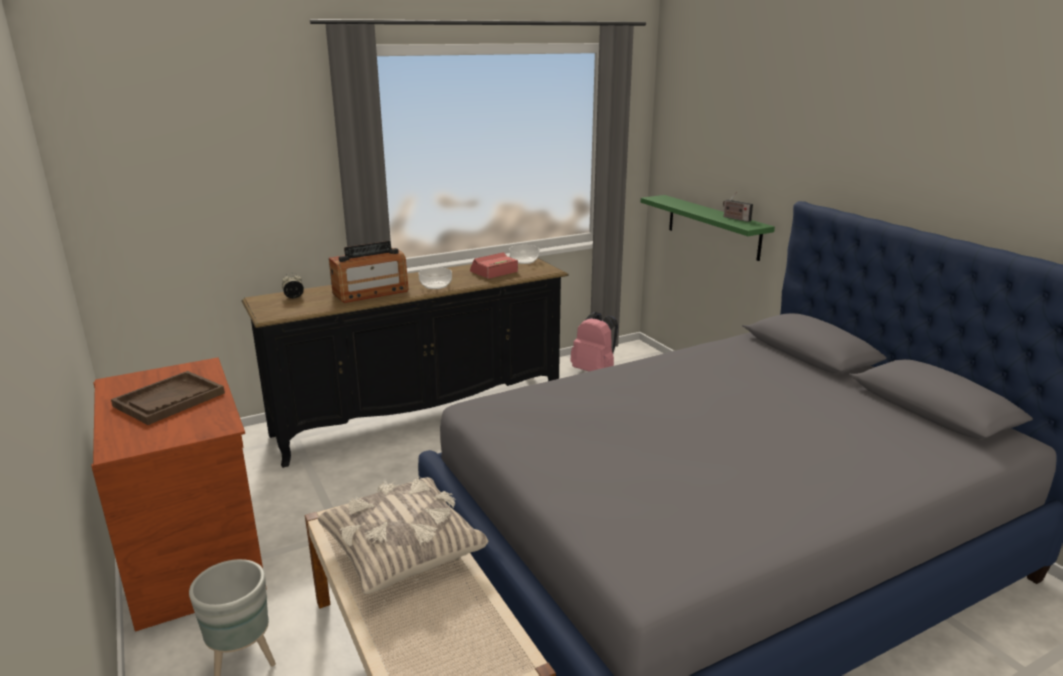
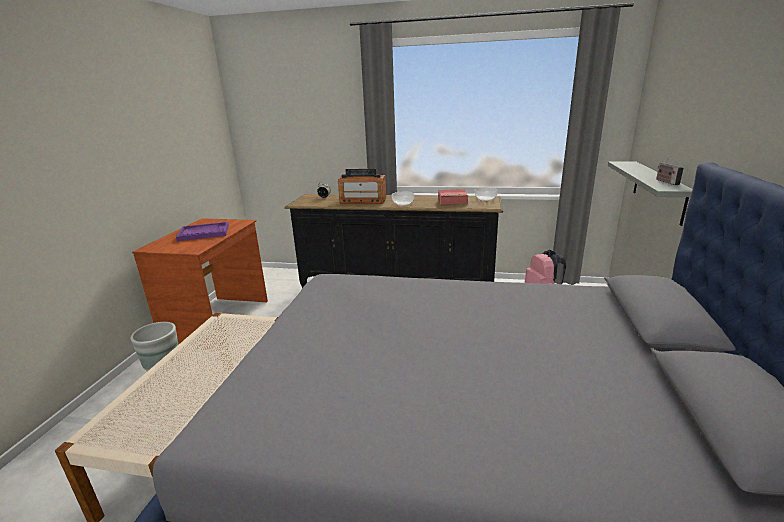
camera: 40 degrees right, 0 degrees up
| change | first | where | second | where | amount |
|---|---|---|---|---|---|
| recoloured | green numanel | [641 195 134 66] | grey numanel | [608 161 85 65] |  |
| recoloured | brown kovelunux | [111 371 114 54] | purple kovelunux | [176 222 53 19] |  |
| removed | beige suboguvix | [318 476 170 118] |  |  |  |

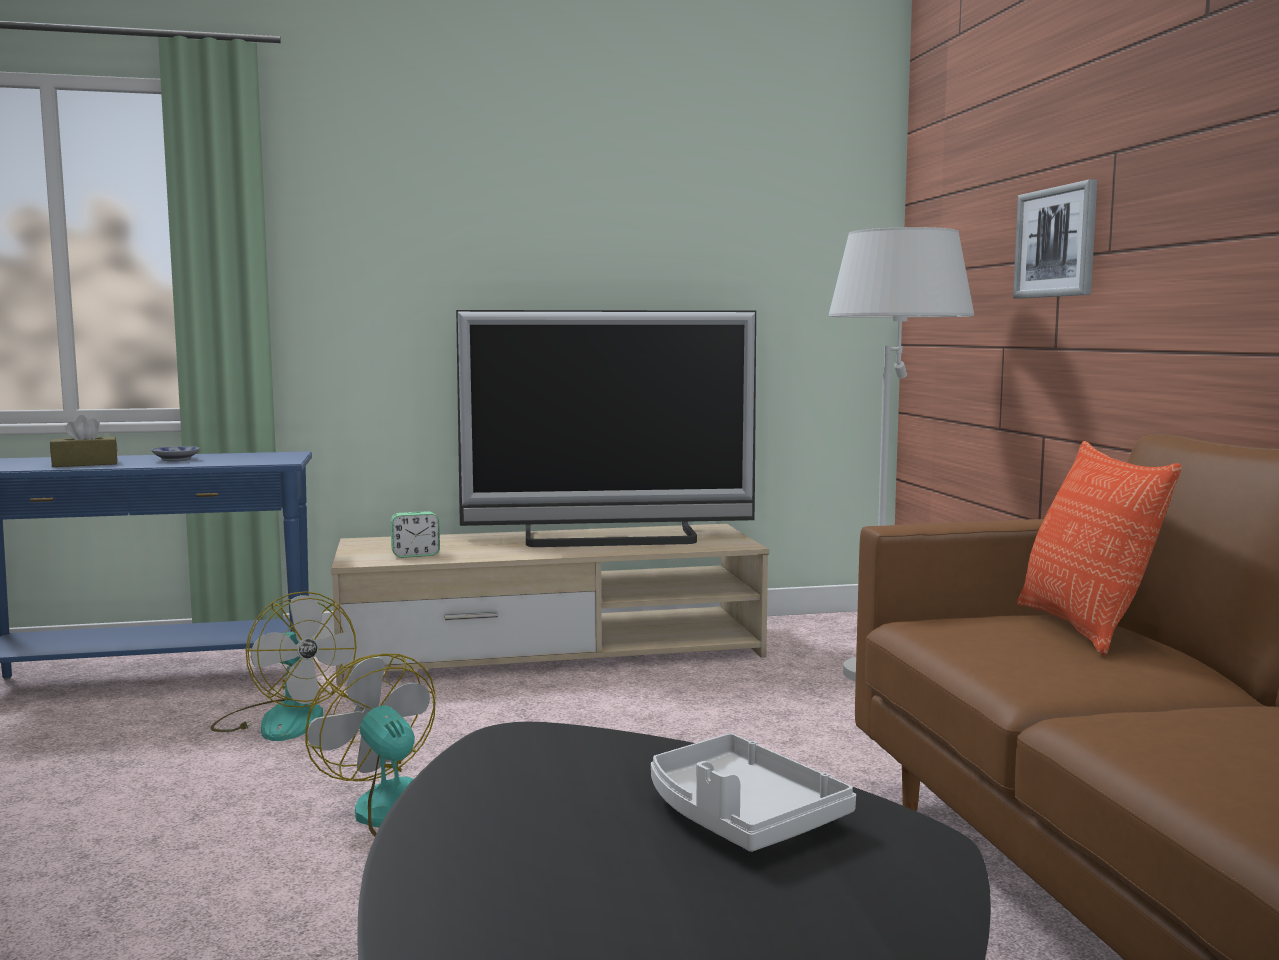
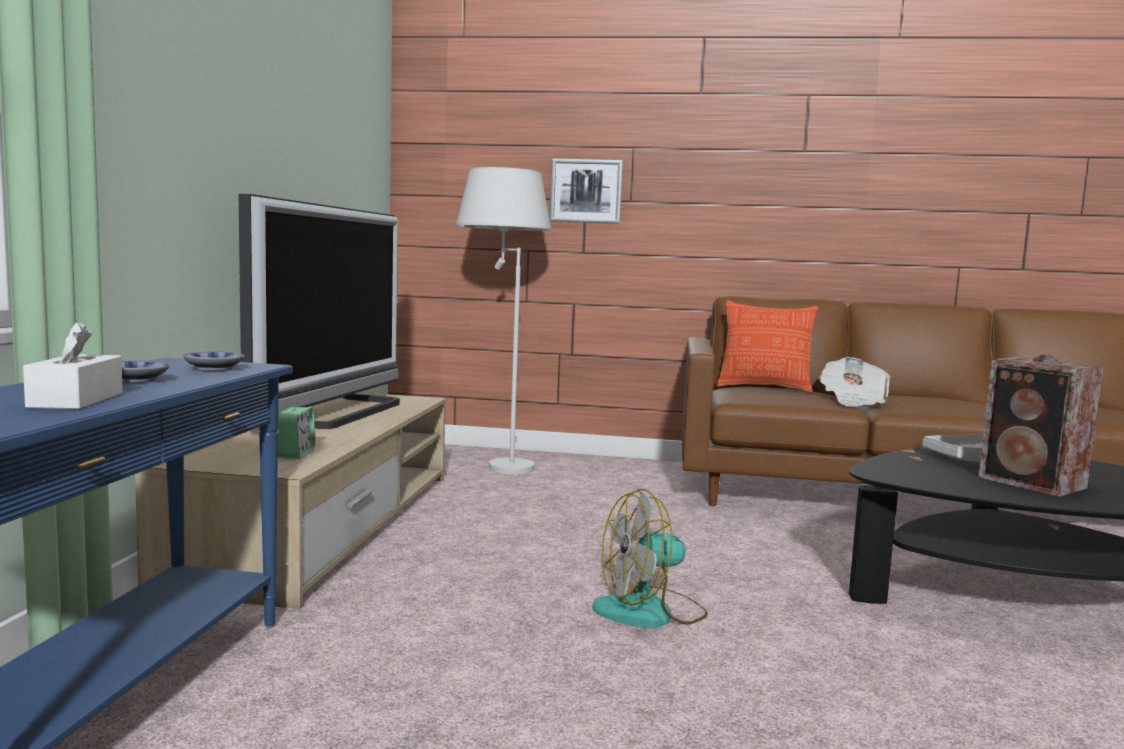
camera: 70 degrees left, 0 degrees up
| change | first | where | second | where | amount |
|---|---|---|---|---|---|
| recoloured | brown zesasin | [50 415 67 52] | white zesasin | [23 321 100 88] |  |
| removed | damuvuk | [210 591 147 150] |  |  |  |
| added |  |  | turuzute | [183 351 62 20] |  |
| added |  |  | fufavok | [978 355 125 142] |  |
| added |  |  | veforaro | [819 357 71 50] |  |

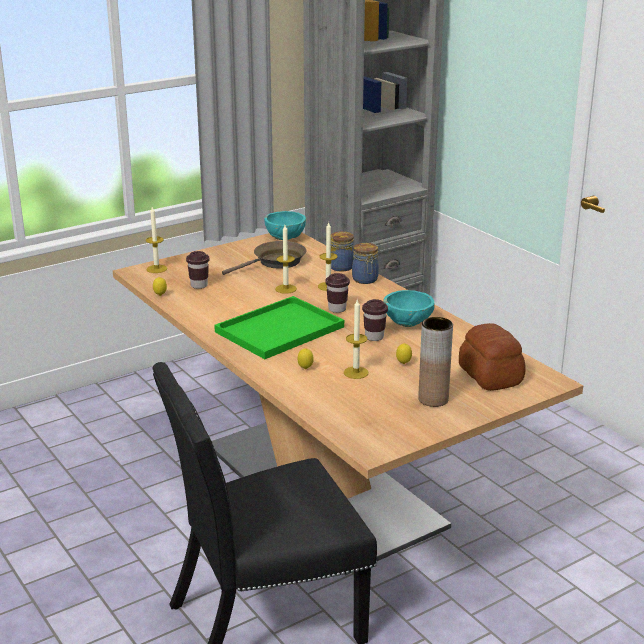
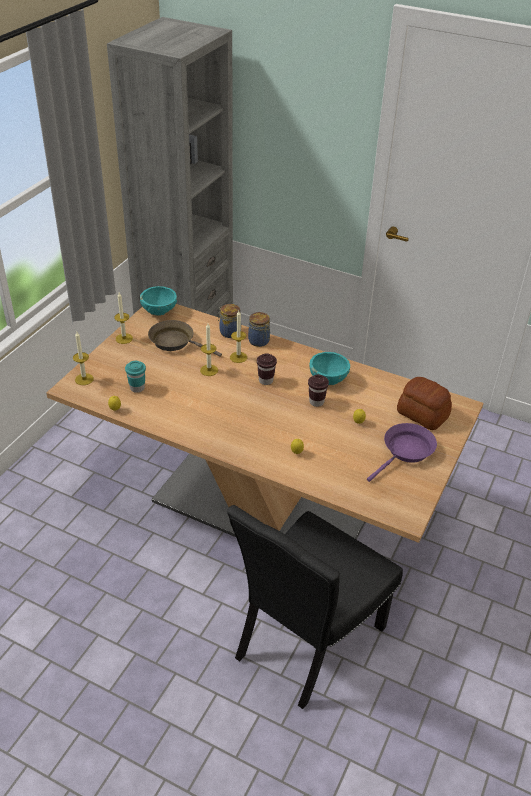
camera: 30 degrees left, 15 degrees up
| change | first | where | second | where | amount |
|---|---|---|---|---|---|
| turned | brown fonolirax | [222 241 85 34] |  | [148 320 74 37] | 90 degrees counterclockwise |
| recoloured | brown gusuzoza | [186 251 23 38] | turquoise gusuzoza | [125 361 21 32] |  |
| removed | green kovelunux | [214 296 130 63] |  |  |  |
| moved | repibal | [344 300 25 79] |  | [114 292 19 52] |  |
| replaced | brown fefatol | [418 317 35 90] | purple fonolirax | [367 423 70 59] |  |

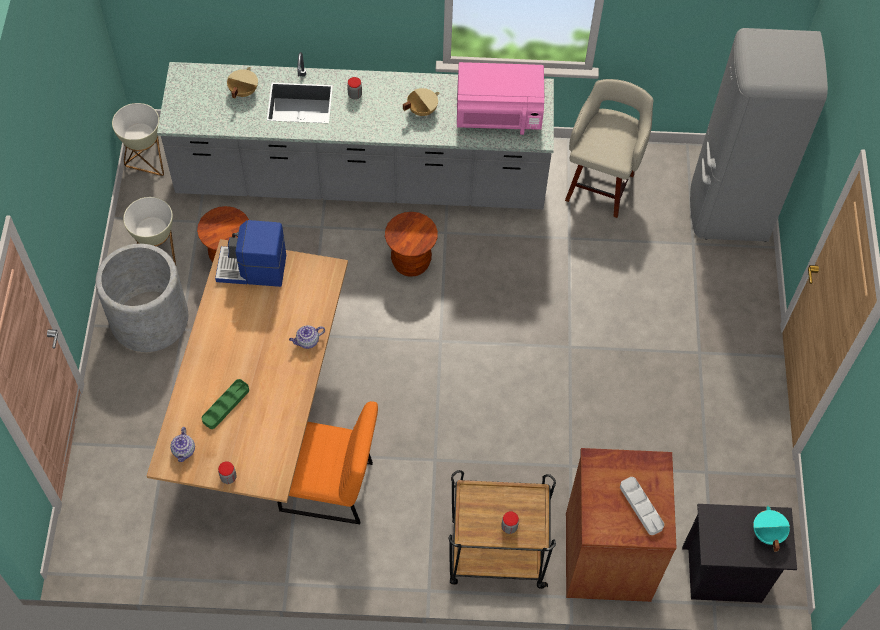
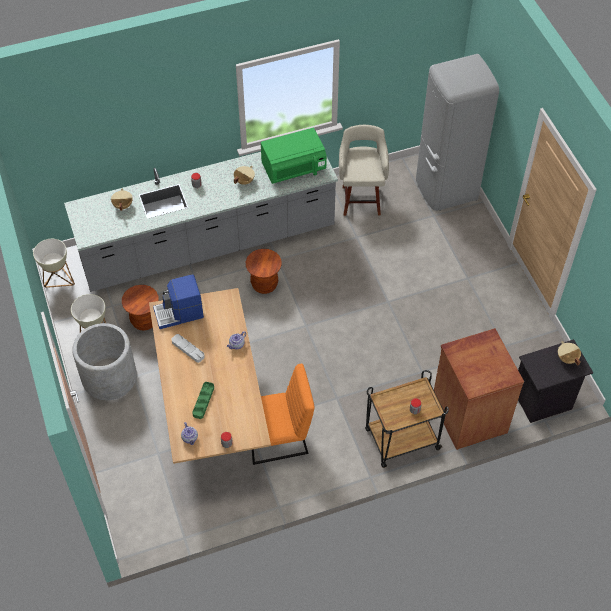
camera: 20 degrees left, 5 degrees down
| change | first | where | second | where | amount |
|---|---|---|---|---|---|
| recoloured | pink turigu | [457 62 87 73] | green turigu | [261 128 66 56] |  |
| moved | grey kovelunux | [620 477 44 58] |  | [171 334 34 29] |  |
| recoloured | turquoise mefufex | [753 506 37 46] | beige mefufex | [558 341 23 25] |  |

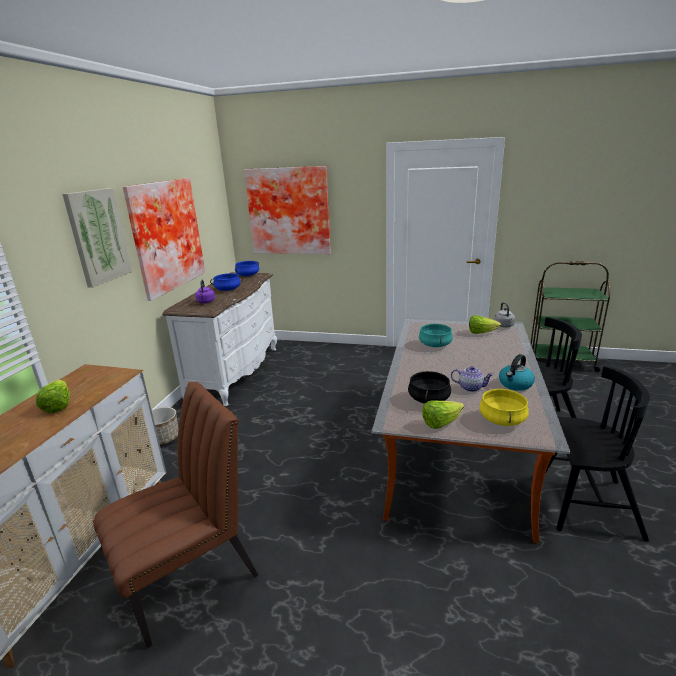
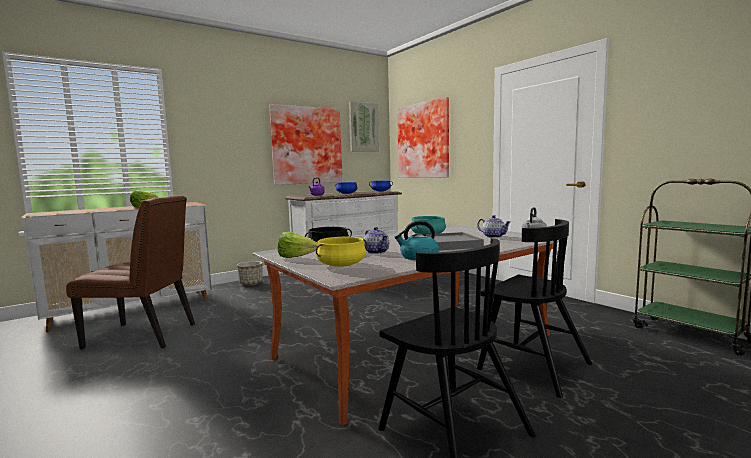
camera: 40 degrees right, 15 degrees down
| change | first | where | second | where | amount |
|---|---|---|---|---|---|
| moved | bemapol | [62 188 70 100] |  | [349 101 30 51] |  |
| replaced | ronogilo | [469 315 32 19] | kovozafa | [477 215 34 23] |  |
| added |  |  | grey kovelunux | [421 232 63 18] |  |

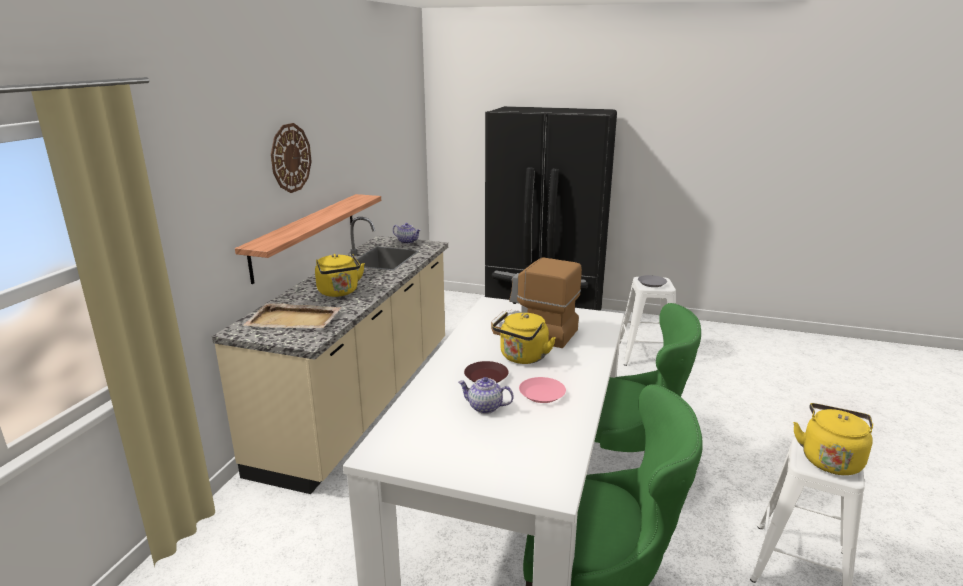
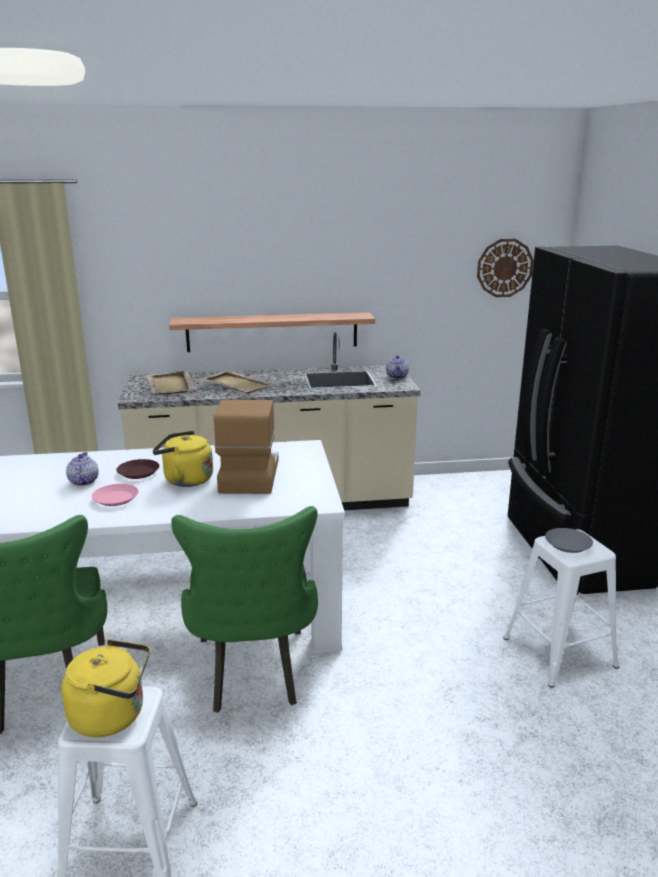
camera: 65 degrees right, 0 degrees up
| change | first | where | second | where | amount |
|---|---|---|---|---|---|
| moved | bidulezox | [271 123 41 70] |  | [477 239 57 58] |  |
| replaced | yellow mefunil | [315 254 50 43] | beige kovelunux | [199 370 76 24] |  |

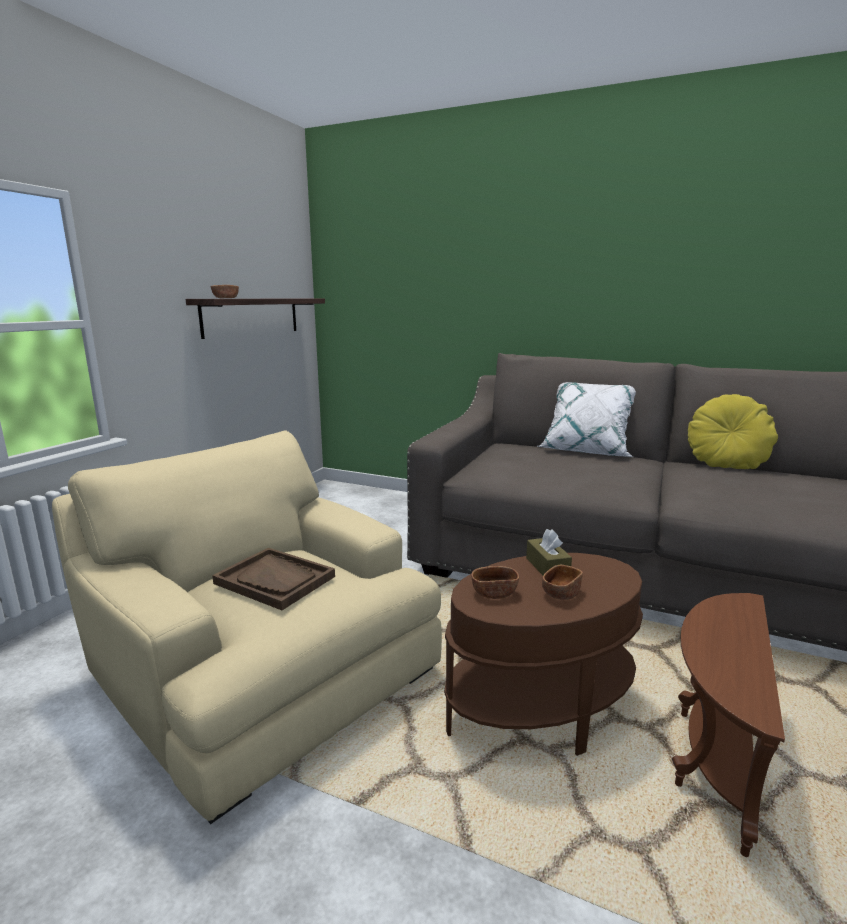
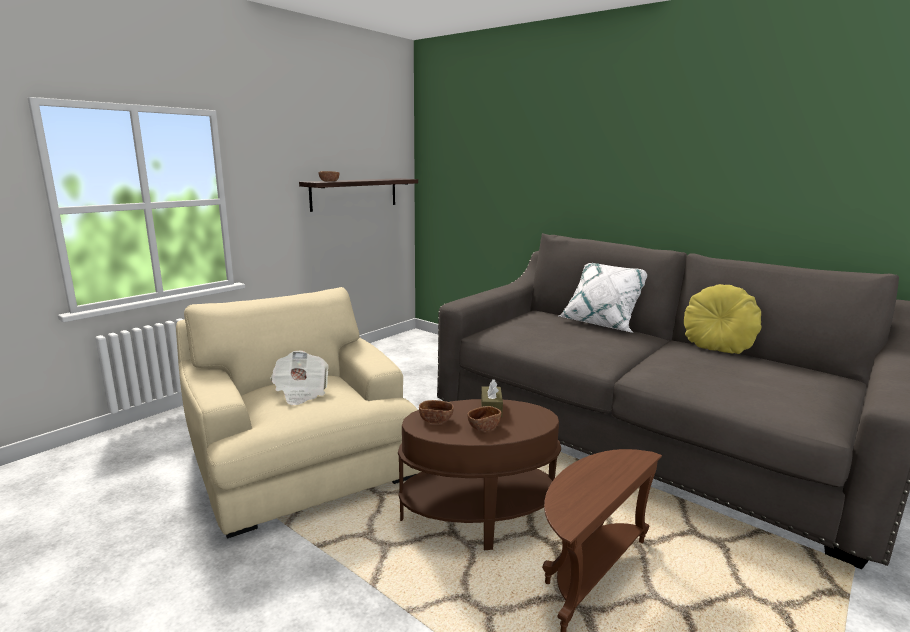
camera: 15 degrees right, 0 degrees up
| change | first | where | second | where | amount |
|---|---|---|---|---|---|
| replaced | brown kovelunux | [212 548 123 62] | veforaro | [271 351 58 54] |  |

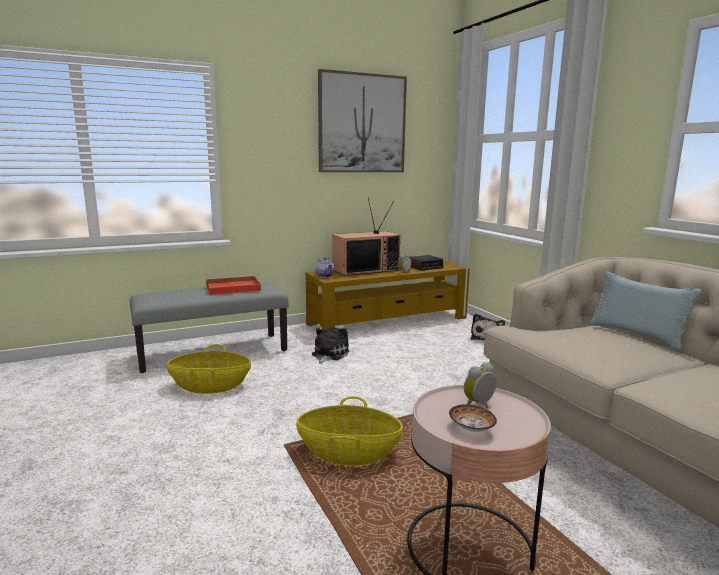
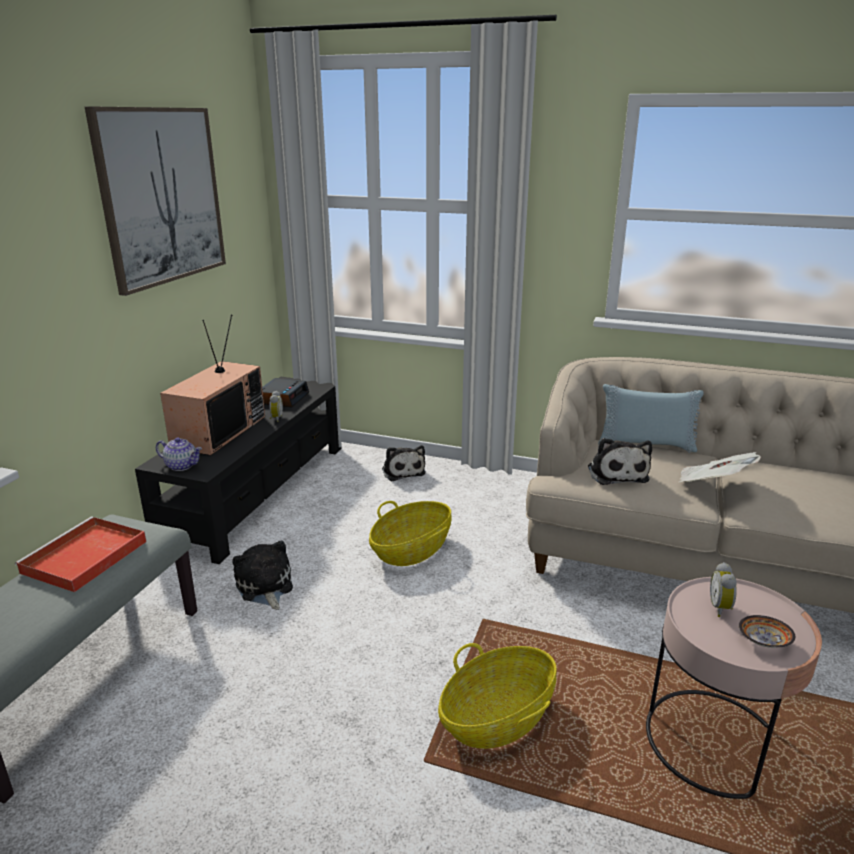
camera: 45 degrees left, 10 degrees up
| change | first | where | second | where | amount |
|---|---|---|---|---|---|
| recoloured | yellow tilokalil | [306 260 164 70] | black tilokalil | [135 377 207 187] |  |
| moved | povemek | [167 344 84 50] |  | [369 501 83 65] |  |
| added |  |  | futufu | [588 438 64 47] |  |
| added |  |  | veforaro | [679 452 82 30] |  |

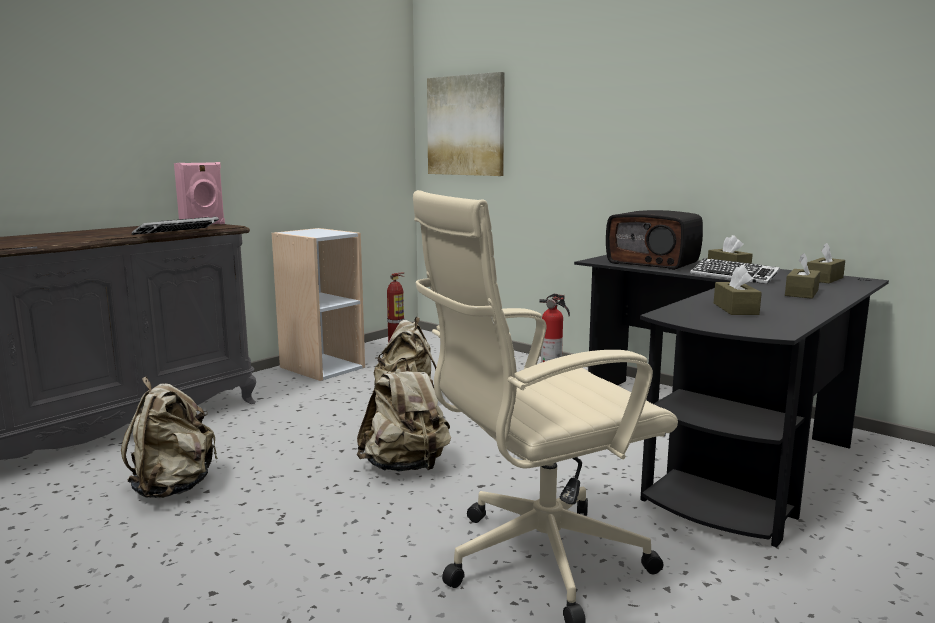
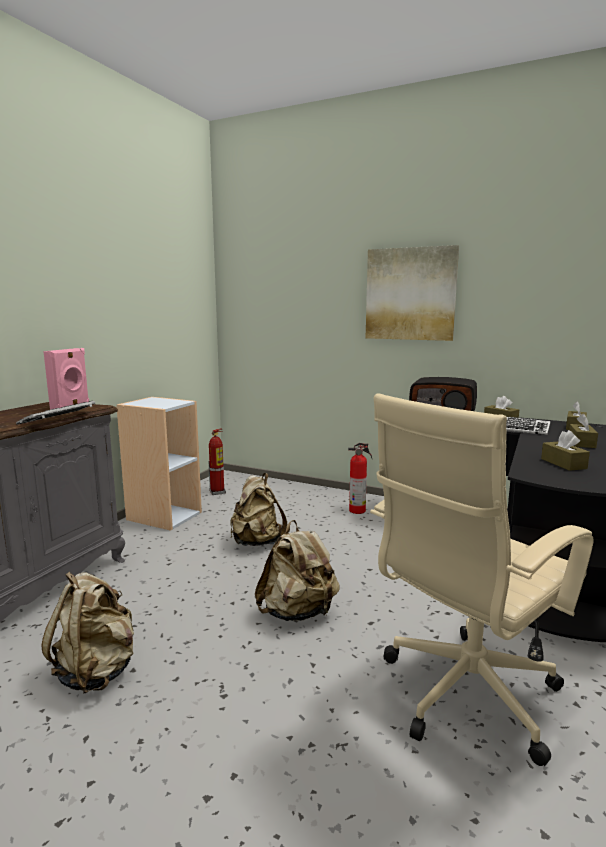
camera: 15 degrees left, 0 degrees up
| change | first | where | second | where | amount |
|---|---|---|---|---|---|
| moved | bemapol | [427 72 78 104] |  | [366 245 93 96] |  |

